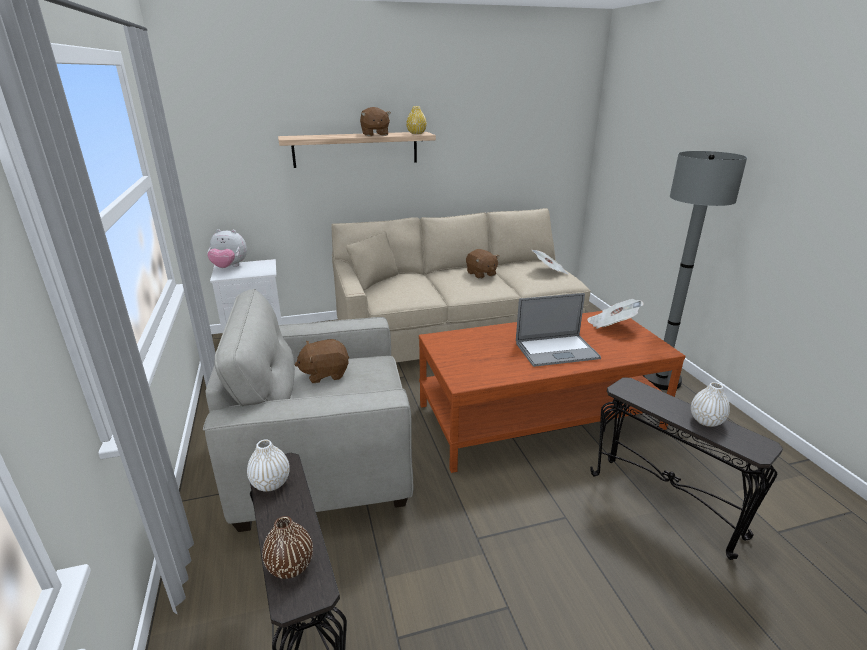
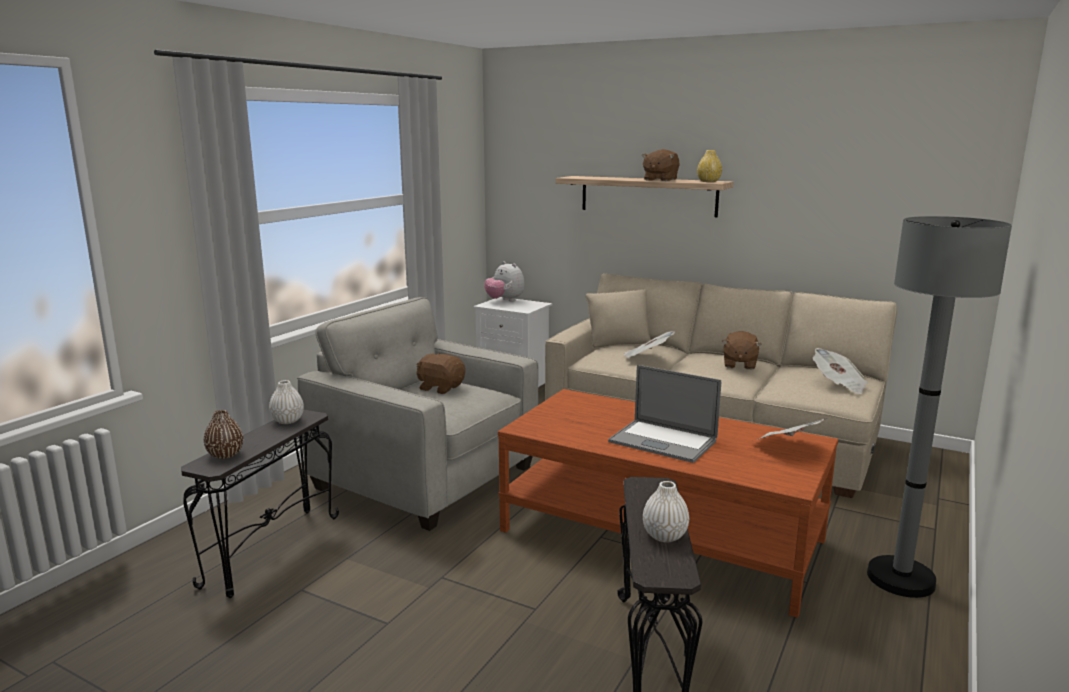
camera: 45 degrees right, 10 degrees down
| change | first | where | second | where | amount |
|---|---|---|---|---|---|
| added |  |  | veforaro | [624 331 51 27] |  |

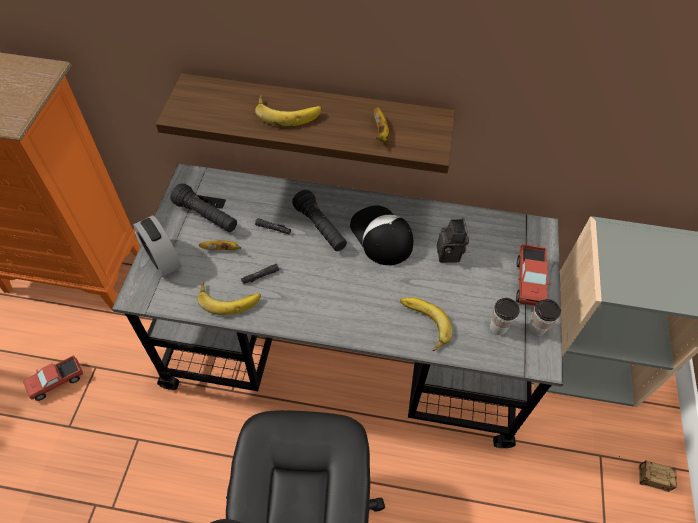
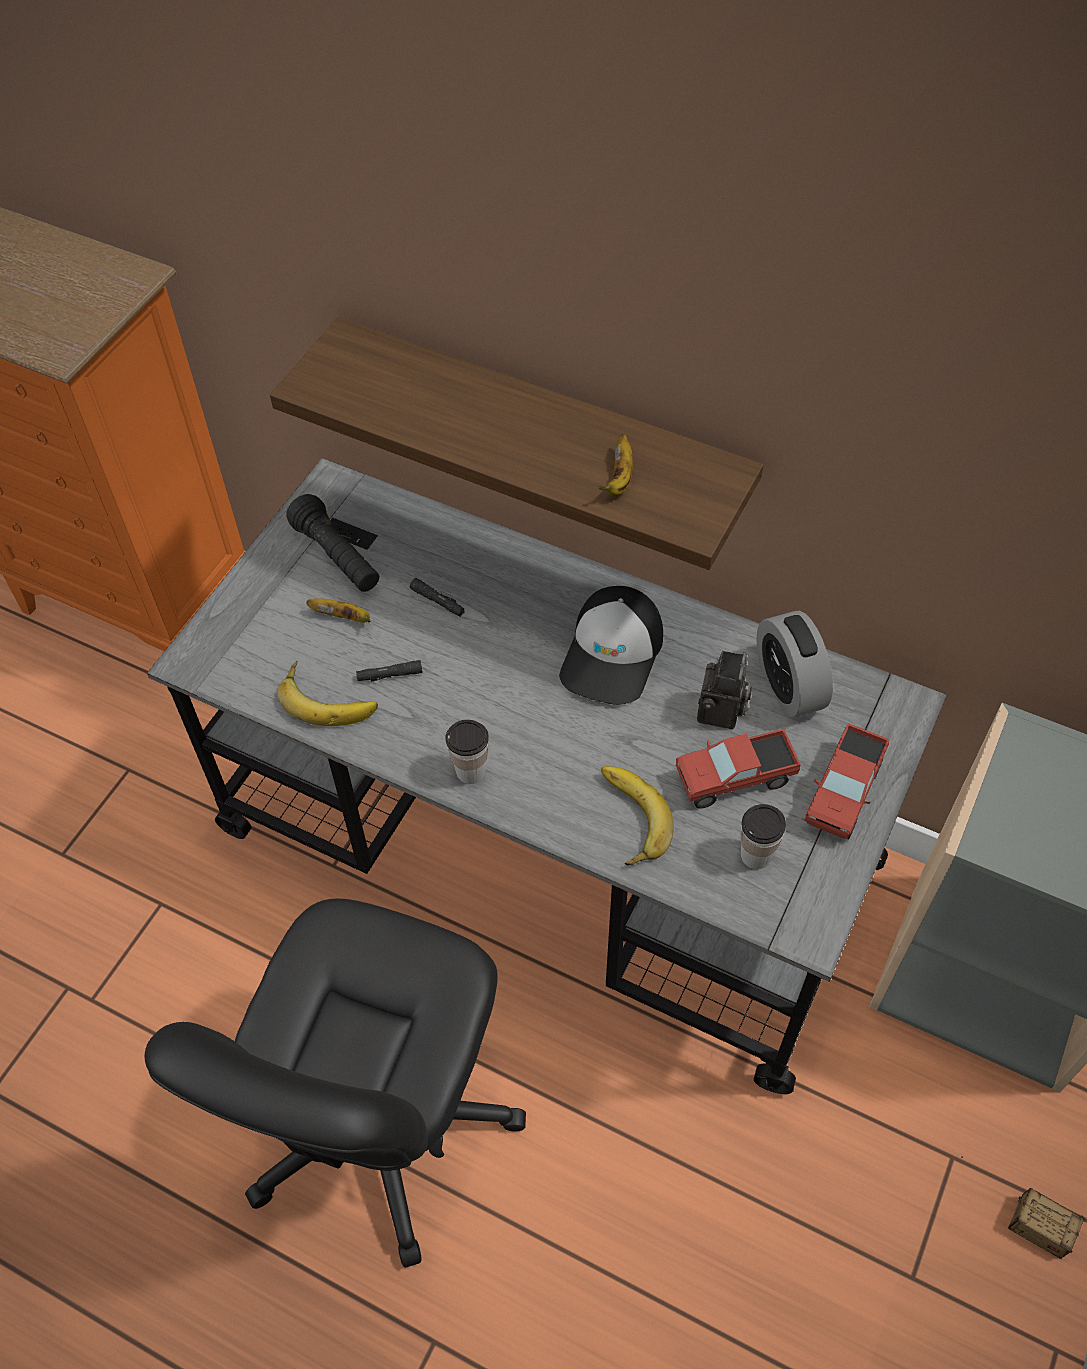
camera: 20 degrees right, 0 degrees up
| change | first | where | second | where | amount |
|---|---|---|---|---|---|
| removed | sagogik | [255 95 67 31] |  |  |  |
| removed | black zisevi | [292 190 55 61] |  |  |  |
| turned | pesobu | [350 205 63 60] |  | [559 586 104 119] | 150 degrees counterclockwise |
| moved | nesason | [133 215 48 62] |  | [756 611 77 107] |  |
| moved | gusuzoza | [529 299 32 37] |  | [445 720 44 64] |  |
| moved | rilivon | [23 355 60 46] |  | [676 729 125 80] |  |

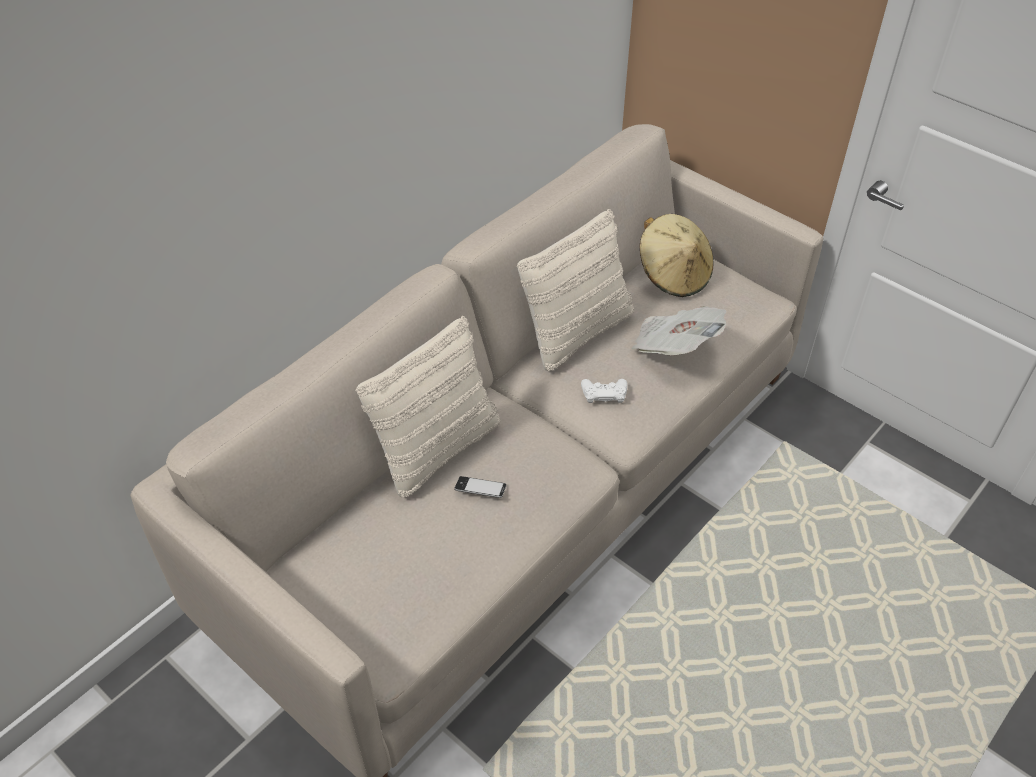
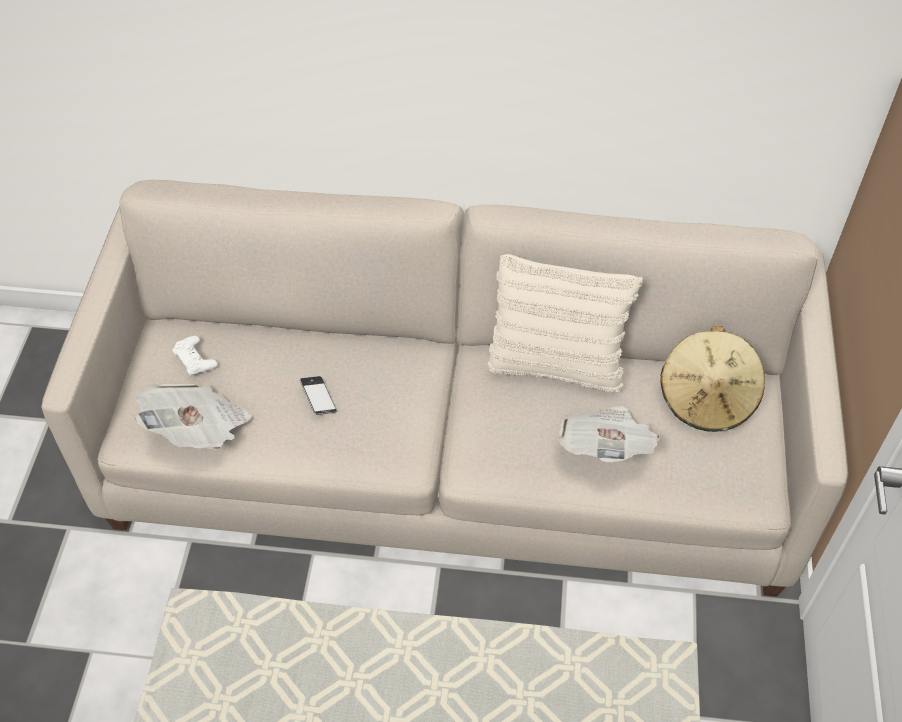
camera: 55 degrees right, 5 degrees up
| change | first | where | second | where | amount |
|---|---|---|---|---|---|
| removed | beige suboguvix | [356 316 145 182] |  |  |  |
| moved | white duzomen | [581 379 46 24] |  | [172 336 46 40] |  |
| added |  |  | veforaro | [135 384 117 66] |  |

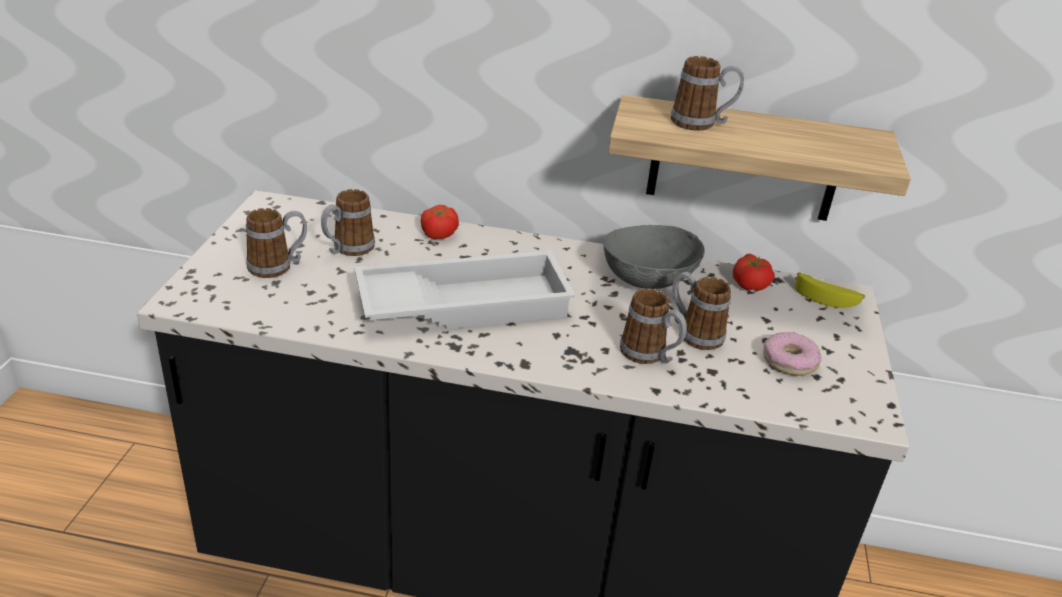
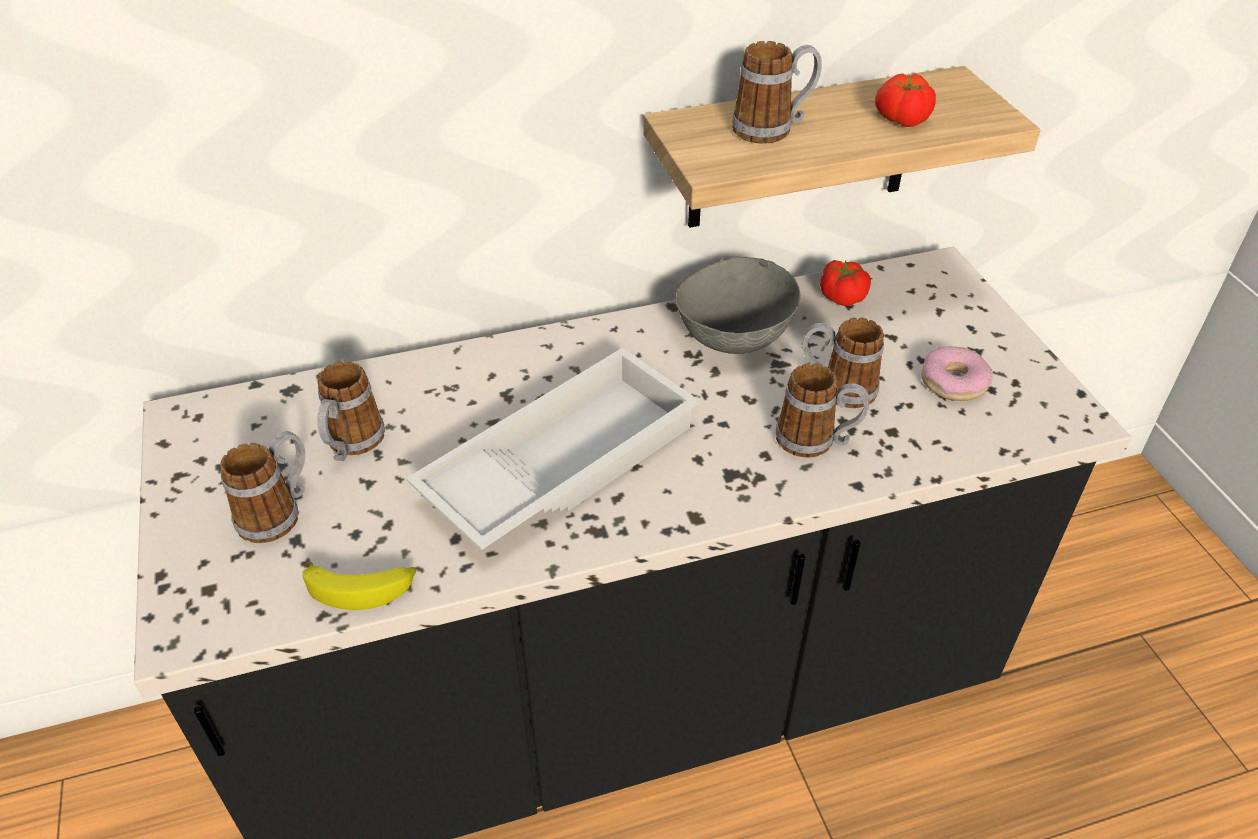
camera: 25 degrees left, 10 degrees up
| change | first | where | second | where | amount |
|---|---|---|---|---|---|
| moved | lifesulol | [421 205 38 34] |  | [875 73 61 54] |  |
| moved | sagogik | [795 273 70 35] |  | [302 562 114 48] |  |

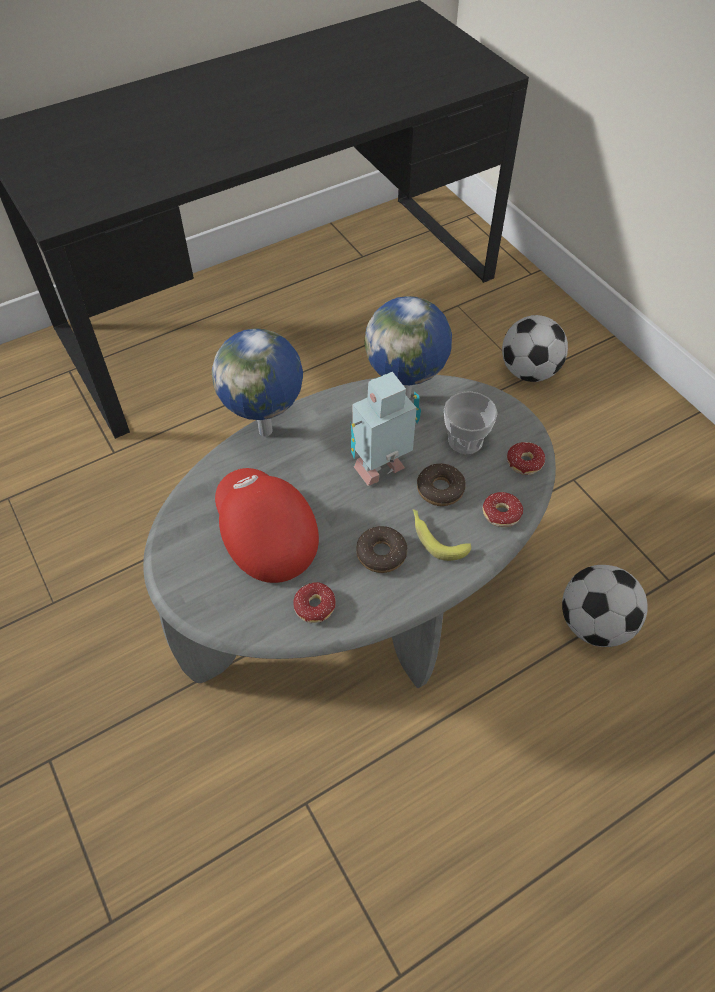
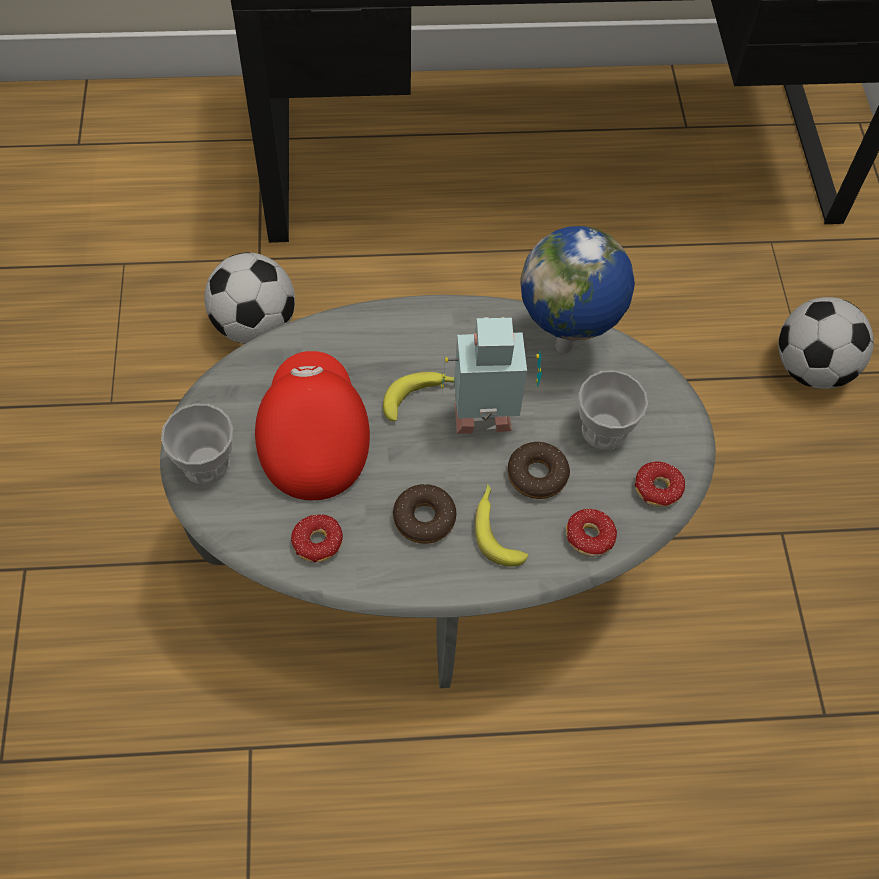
camera: 25 degrees right, 5 degrees up
| change | first | where | second | where | amount |
|---|---|---|---|---|---|
| removed | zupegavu | [212 328 91 109] |  |  |  |
| moved | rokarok | [562 565 86 82] |  | [204 252 91 92] |  |
| added |  |  | sagogik | [383 372 71 49] |  |
| added |  |  | gusuzoza | [161 404 72 80] |  |

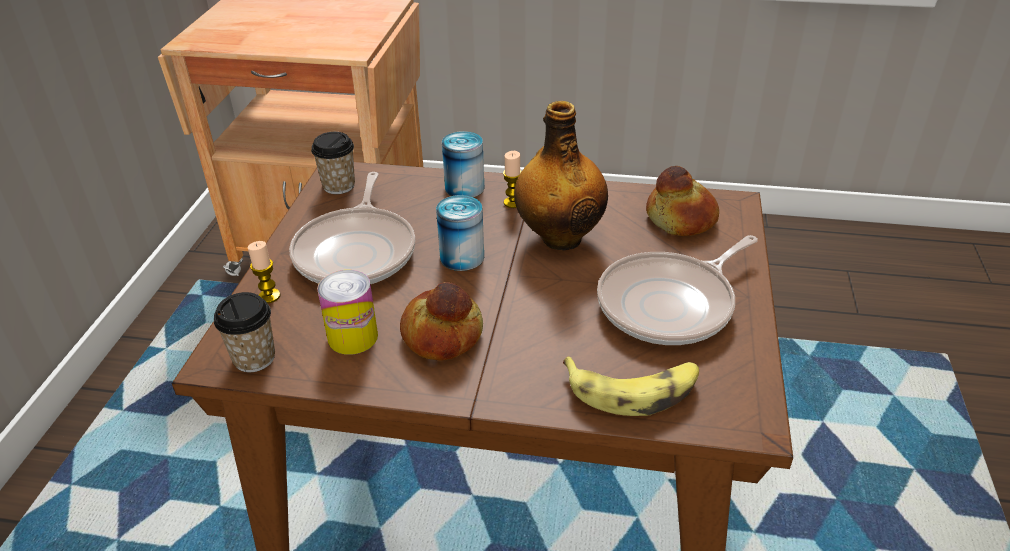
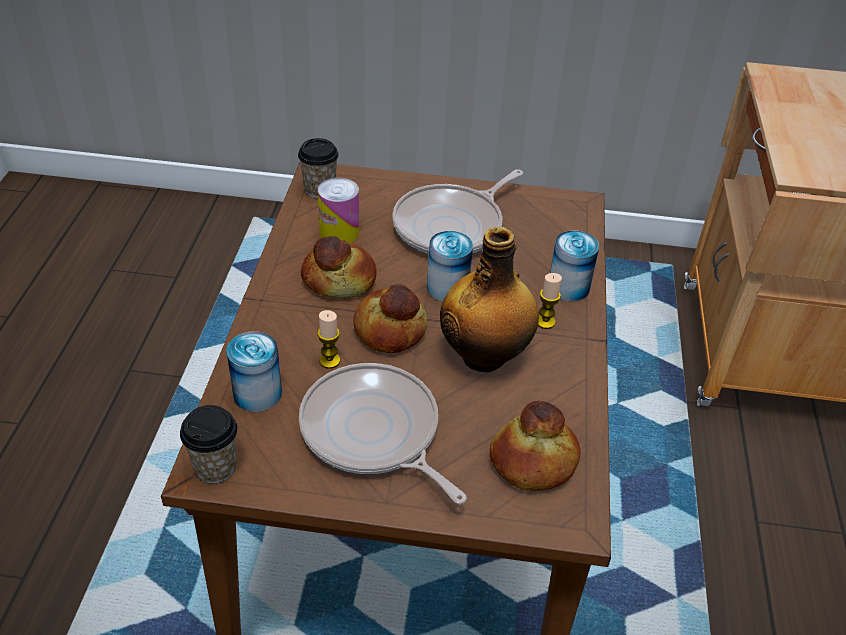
camera: 85 degrees right, 5 degrees up
| change | first | where | second | where | amount |
|---|---|---|---|---|---|
| moved | gusuzoza | [311 132 44 62] |  | [180 405 58 78] |  |
| turned | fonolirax | [289 172 126 112] |  | [392 169 131 85] | 45 degrees counterclockwise |
| moved | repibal | [248 241 32 62] |  | [317 310 23 59] |  |
| replaced | sagogik | [563 356 136 60] | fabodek | [226 331 56 81] |  |
| added |  |  | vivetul | [353 284 74 69] |  |

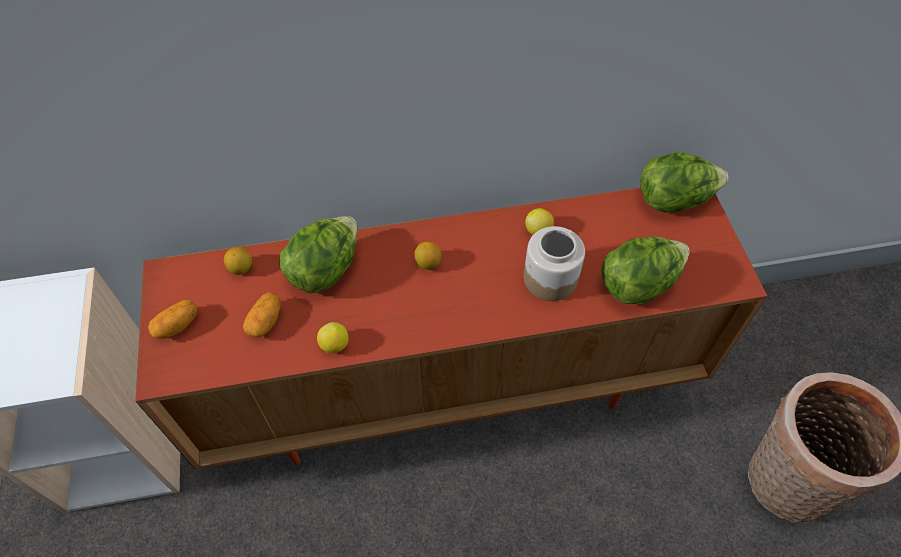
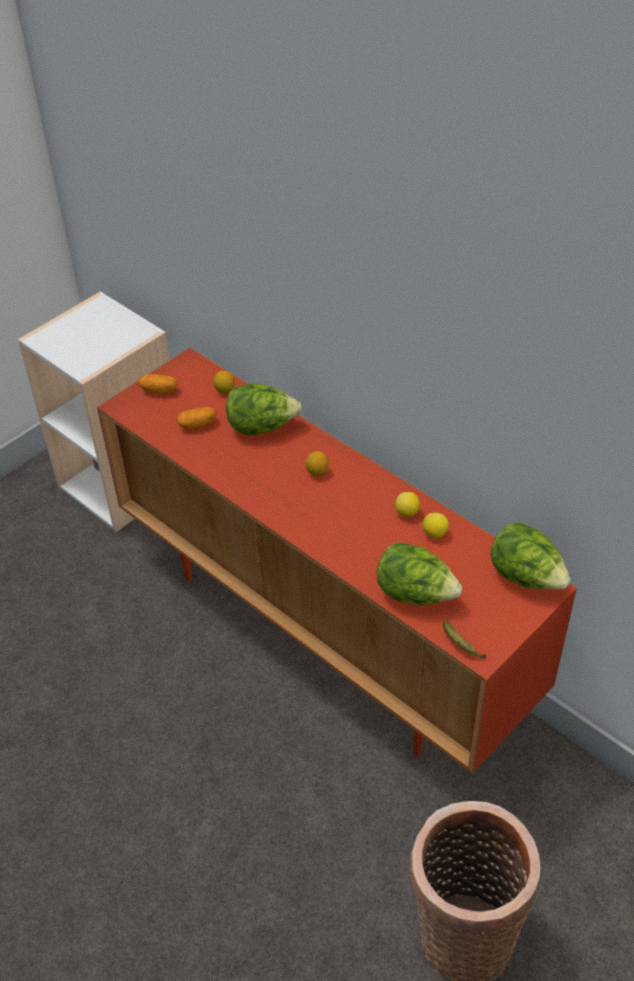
camera: 55 degrees right, 10 degrees down
| change | first | where | second | where | amount |
|---|---|---|---|---|---|
| removed | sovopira | [523 226 62 75] |  |  |  |
| moved | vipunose | [317 322 31 31] |  | [422 513 27 26] |  |
| added |  |  | sagogik | [443 621 43 37] |  |

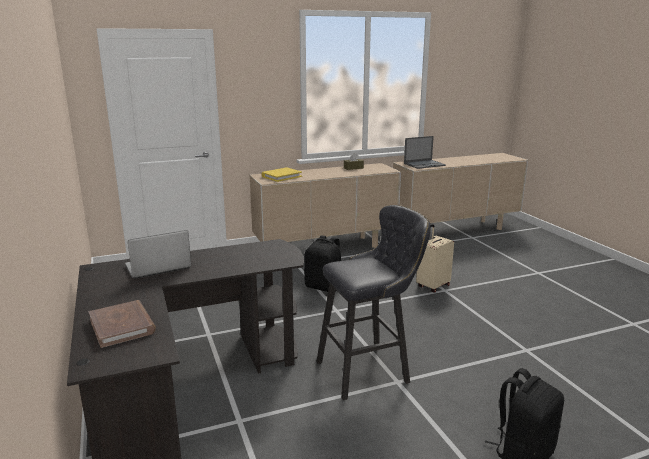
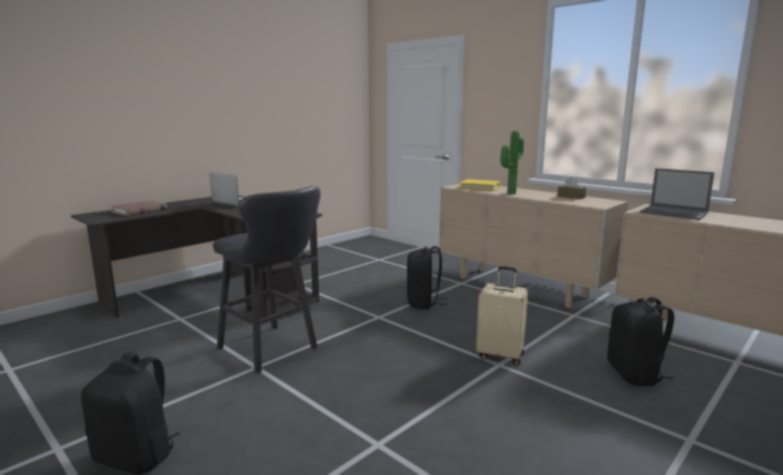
camera: 65 degrees right, 5 degrees down
| change | first | where | second | where | amount |
|---|---|---|---|---|---|
| added |  |  | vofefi | [500 131 24 63] |  |
| added |  |  | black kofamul | [607 297 67 89] |  |

